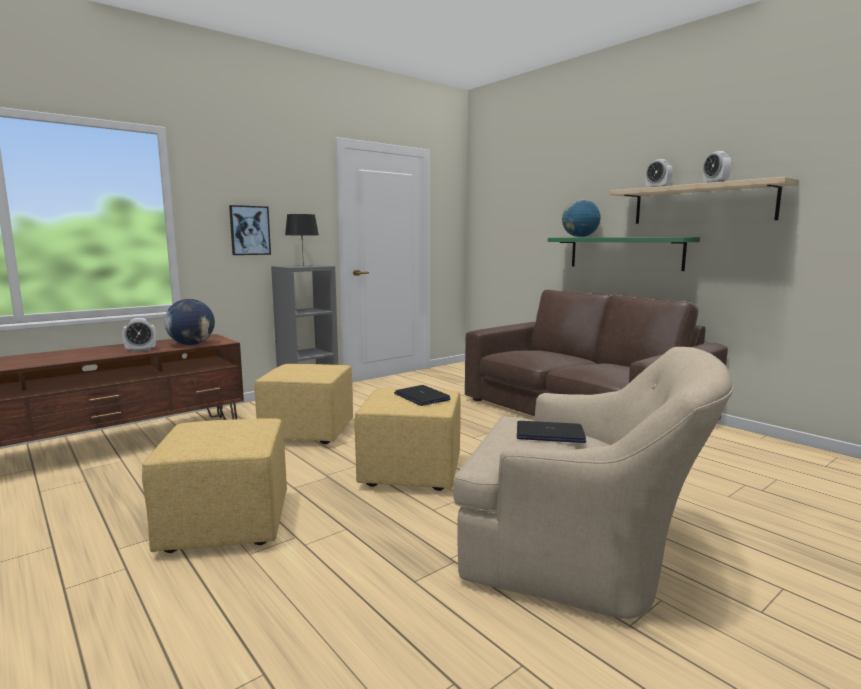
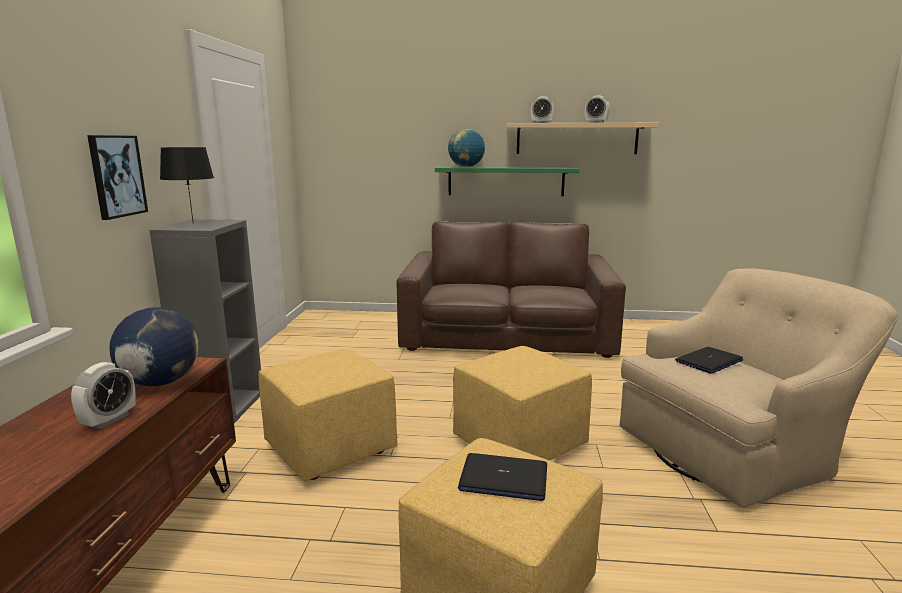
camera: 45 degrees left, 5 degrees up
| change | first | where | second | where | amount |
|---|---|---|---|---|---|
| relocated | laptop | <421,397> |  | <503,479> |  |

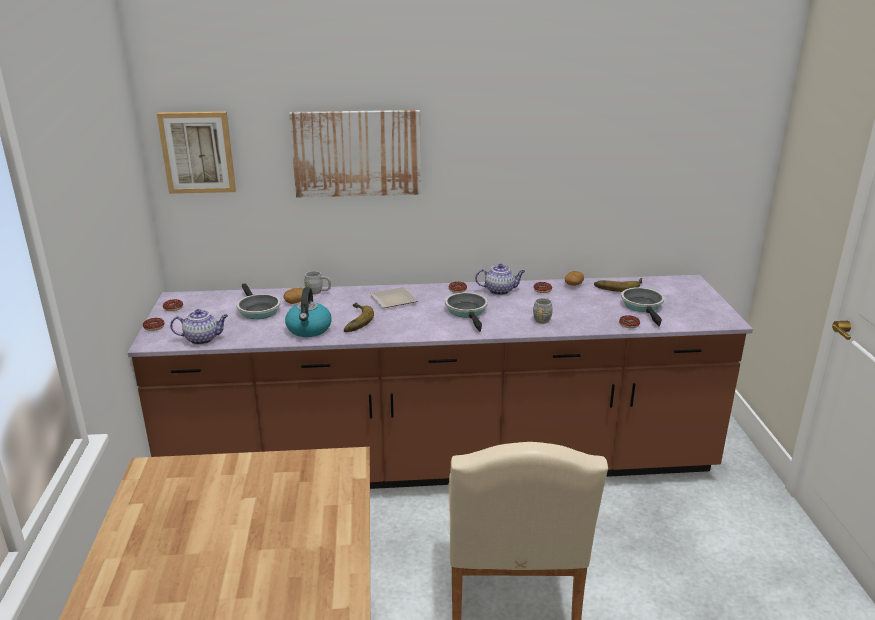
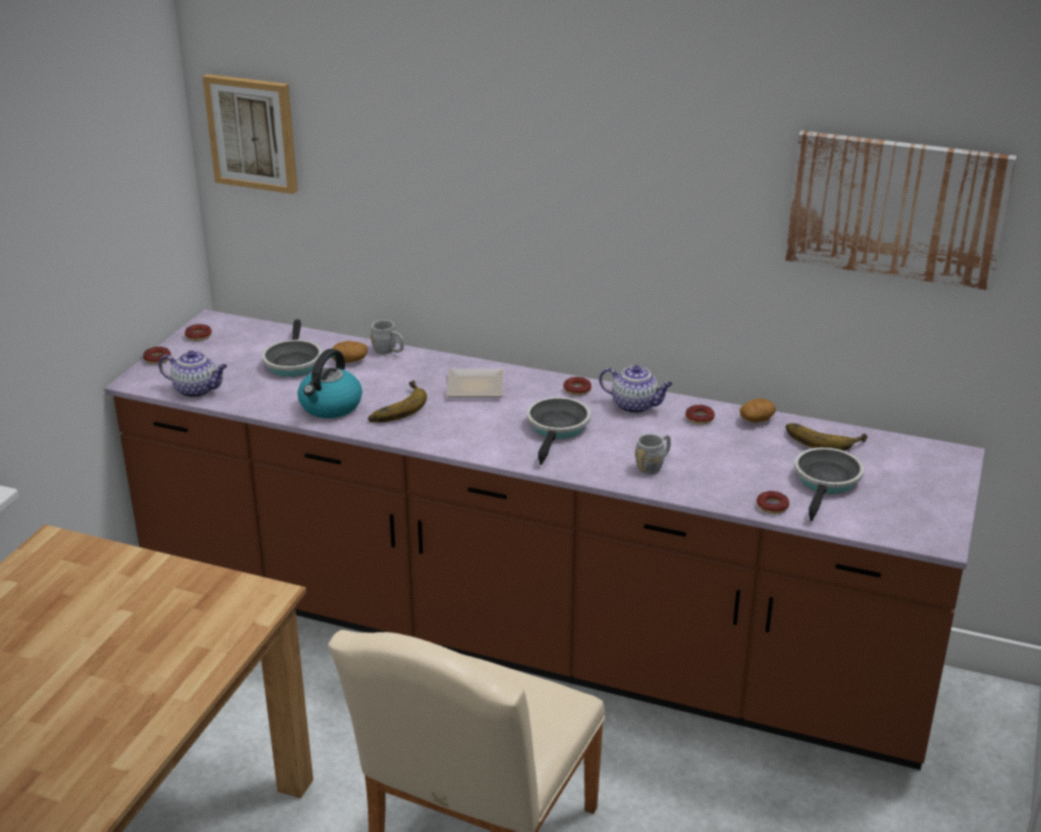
camera: 25 degrees right, 5 degrees up
| change | first | where | second | where | amount |
|---|---|---|---|---|---|
| relocated | obraz | <357,153> |  | <896,208> |  |

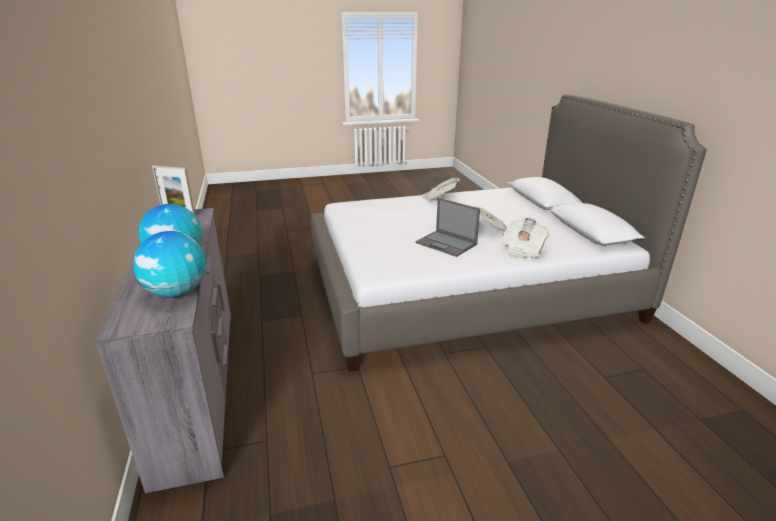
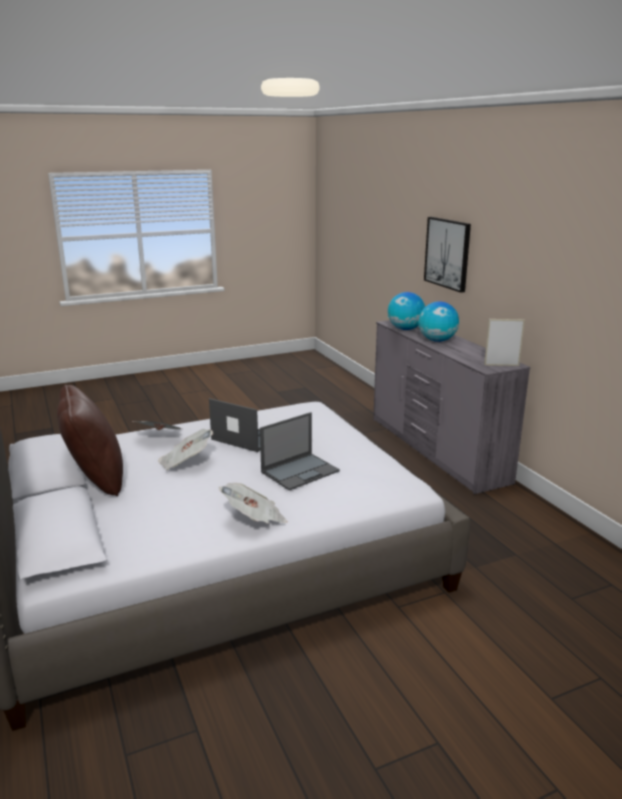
camera: 170 degrees right, 5 degrees down
| change | first | where | second | where | amount |
|---|---|---|---|---|---|
| appeared |  |  | obraz | <448,253> |  |
| appeared |  |  | poduszka/brązowy | <96,479> |  |
| appeared |  |  | laptop | <300,471> |  |

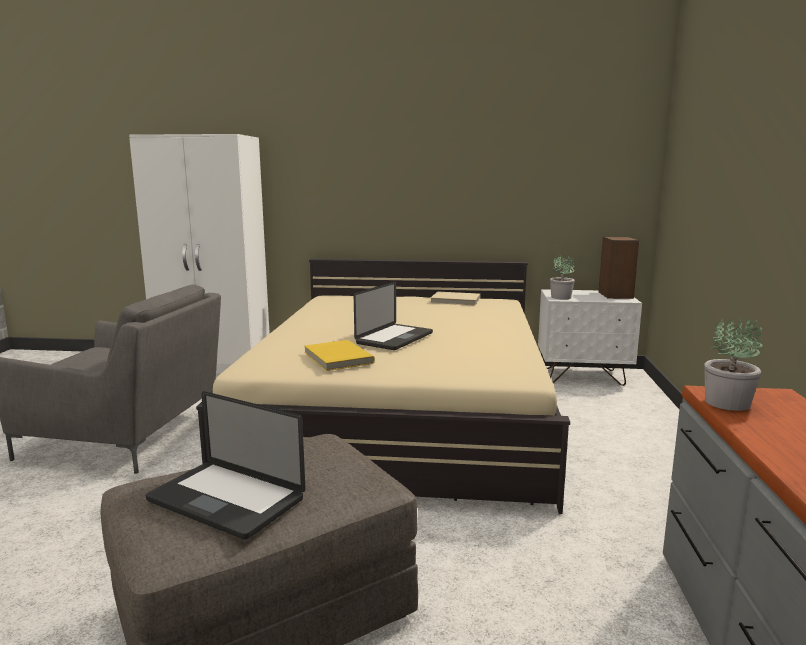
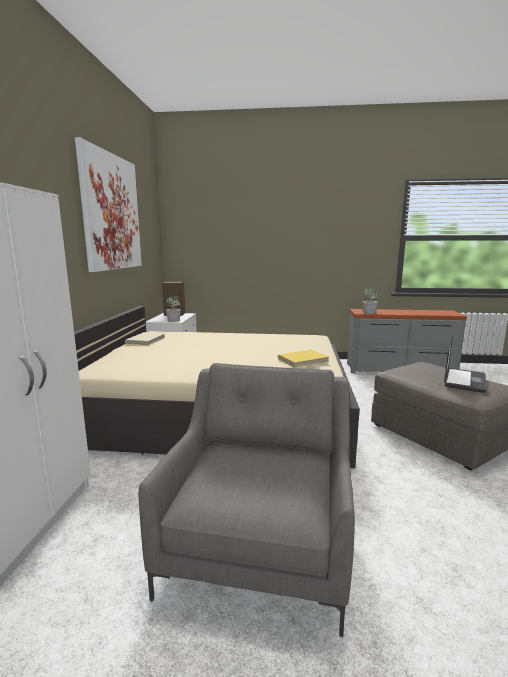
camera: 90 degrees left, 0 degrees up
| change | first | where | second | where | amount |
|---|---|---|---|---|---|
| missing | laptop | <395,338> |  |  |  |
| appeared |  |  | obraz | <111,212> |  |

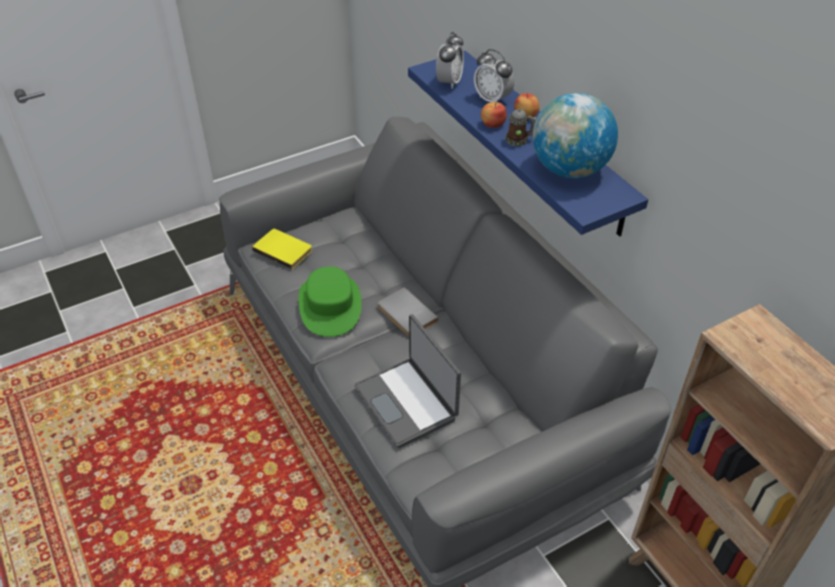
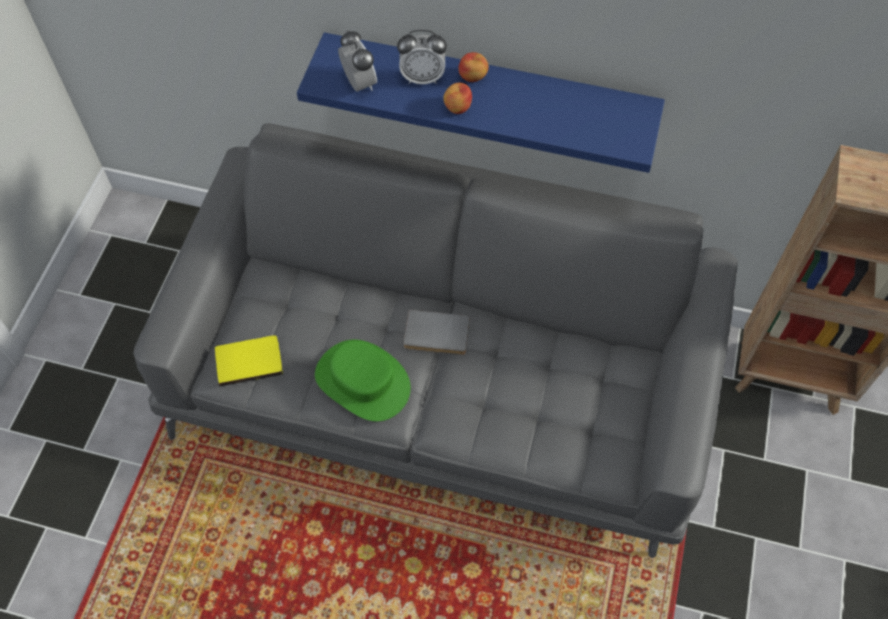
camera: 45 degrees left, 15 degrees up
| change | first | where | second | where | amount |
|---|---|---|---|---|---|
| missing | globus | <569,170> |  |  |  |
| missing | kubek | <519,140> |  |  |  |
| missing | laptop | <407,402> |  |  |  |

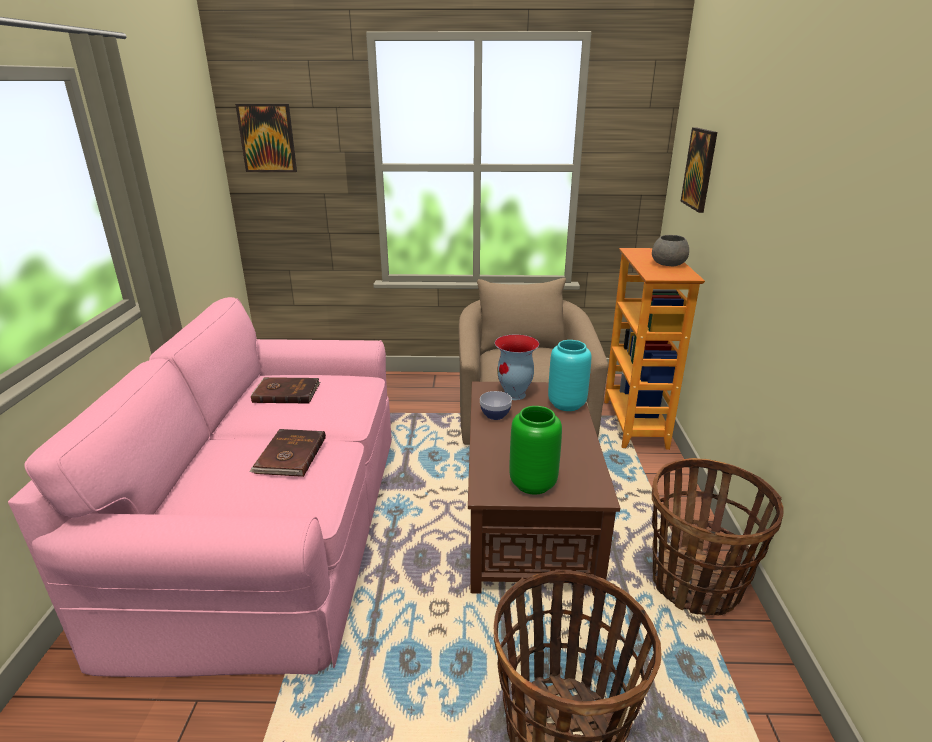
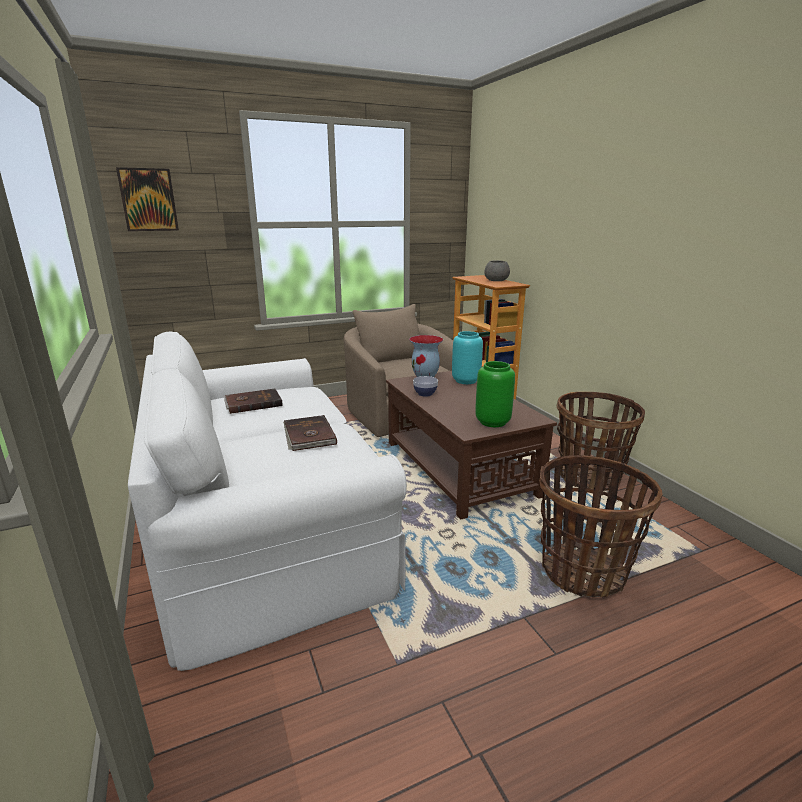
camera: 25 degrees left, 5 degrees down
| change | first | where | second | where | amount |
|---|---|---|---|---|---|
| missing | obraz | <700,169> |  |  |  |
| colour | kanapa/różowy | <274,525> | kanapa/biały | <266,522> |  |

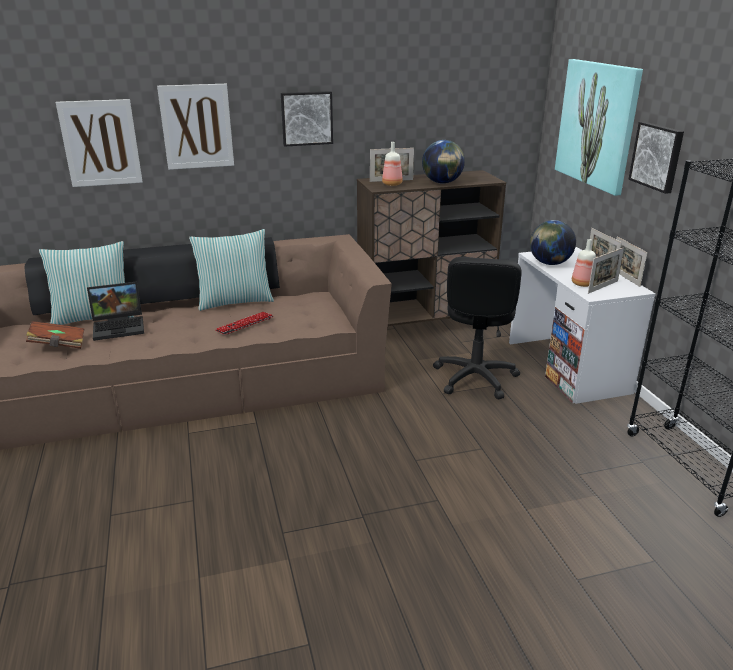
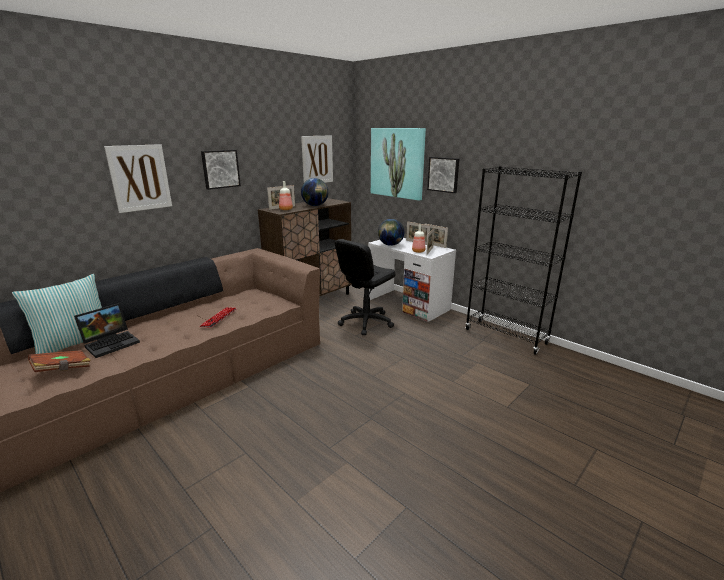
camera: 30 degrees left, 5 degrees down
| change | first | where | second | where | amount |
|---|---|---|---|---|---|
| relocated | obraz | <100,143> |  | <317,160> |  |
| missing | poduszka | <235,301> |  |  |  |
| spun | krzesło biurowe/czarny | <474,378> |  | <366,322> | 60 degrees clockwise |

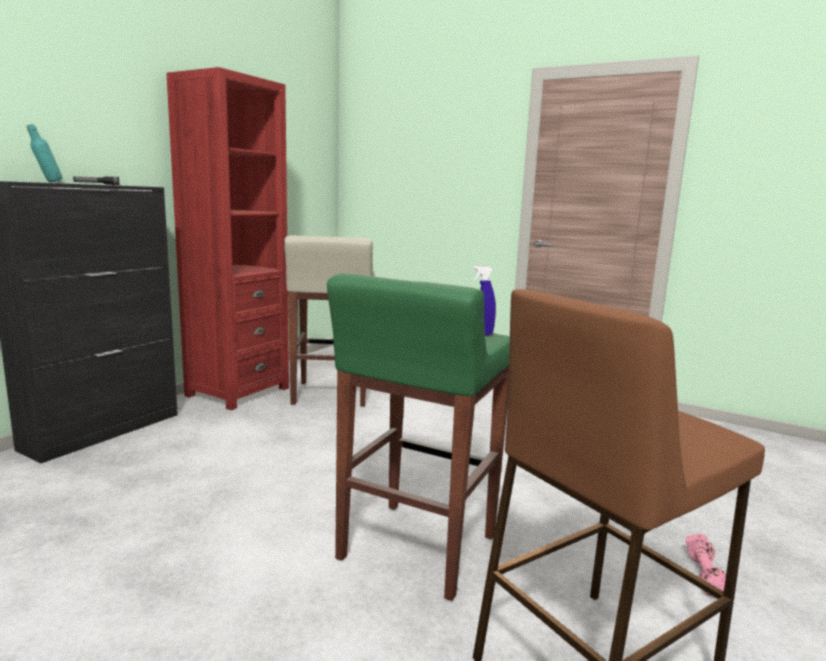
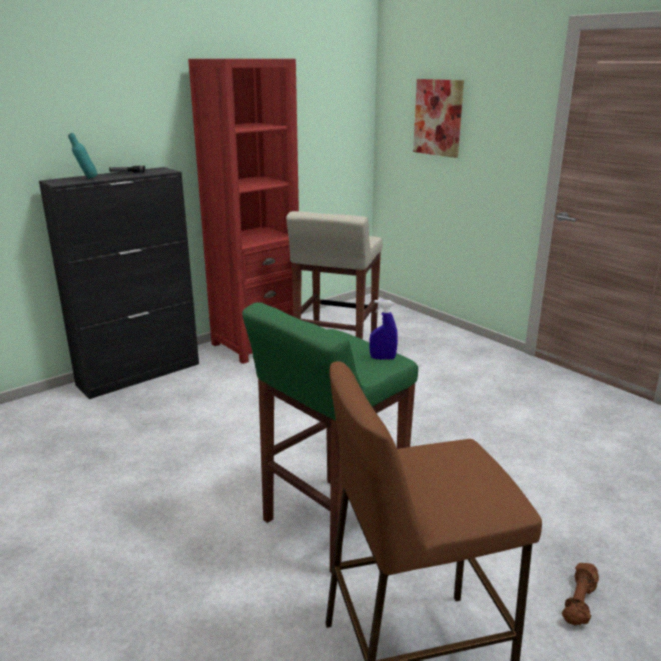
camera: 20 degrees right, 10 degrees up
| change | first | where | second | where | amount |
|---|---|---|---|---|---|
| colour | hantel/różowy | <705,575> | hantel/brązowy | <580,603> |  |
| appeared |  |  | obraz | <438,117> |  |

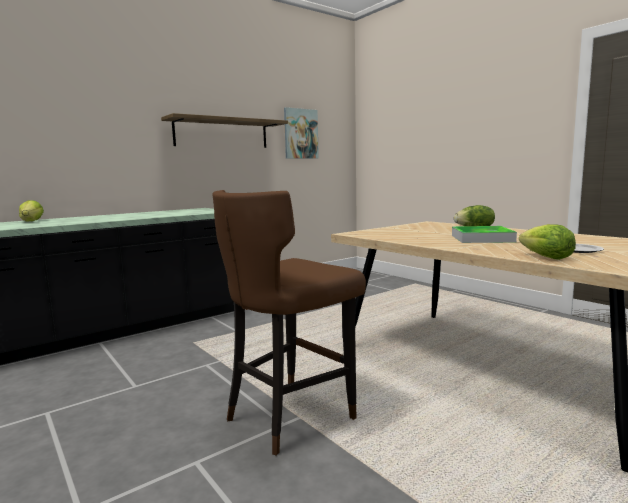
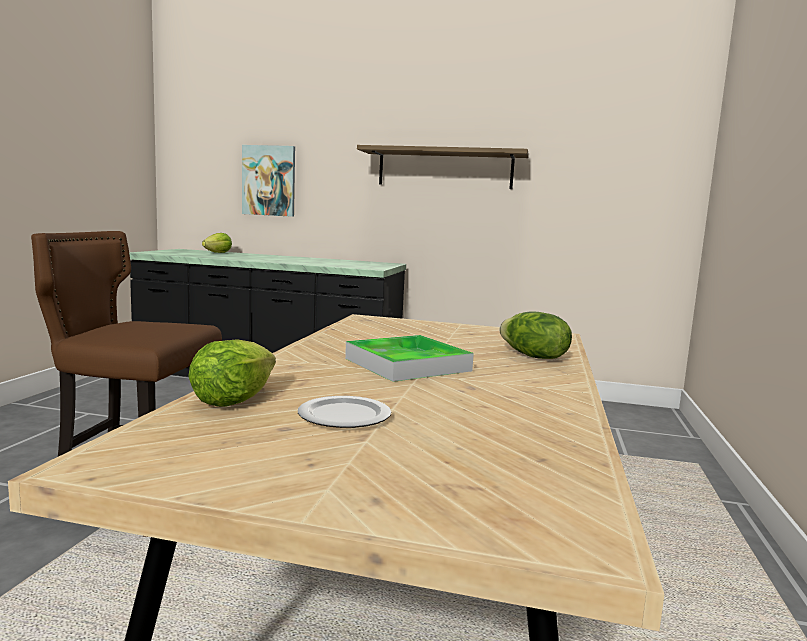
camera: 50 degrees right, 0 degrees up
| change | first | where | second | where | amount |
|---|---|---|---|---|---|
| relocated | obraz | <300,134> |  | <269,180> |  |

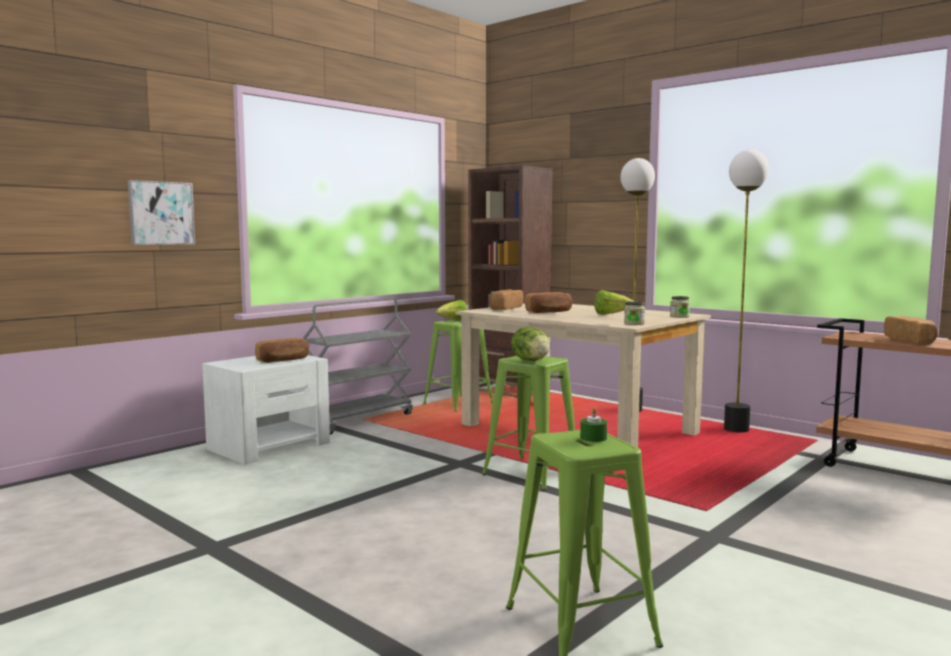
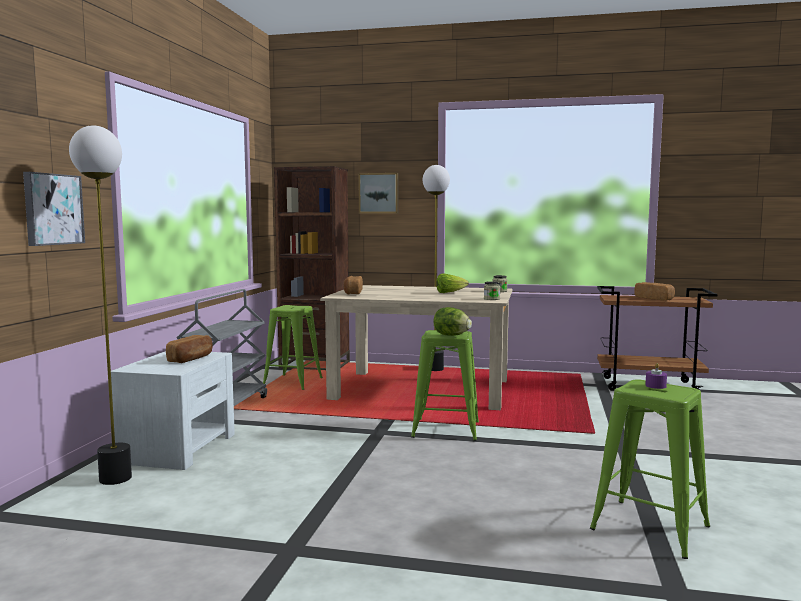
camera: 30 degrees left, 0 degrees up
| change | first | where | second | where | amount |
|---|---|---|---|---|---|
| relocated | lampa stojąca | <736,430> |  | <116,478> |  |
| missing | chleb | <549,312> |  |  |  |
| missing | sałata | <453,320> |  |  |  |
| colour | świeca/zielony | <593,438> | świeca/fioletowy | <655,386> |  |
| appeared |  |  | obraz | <379,193> |  |

